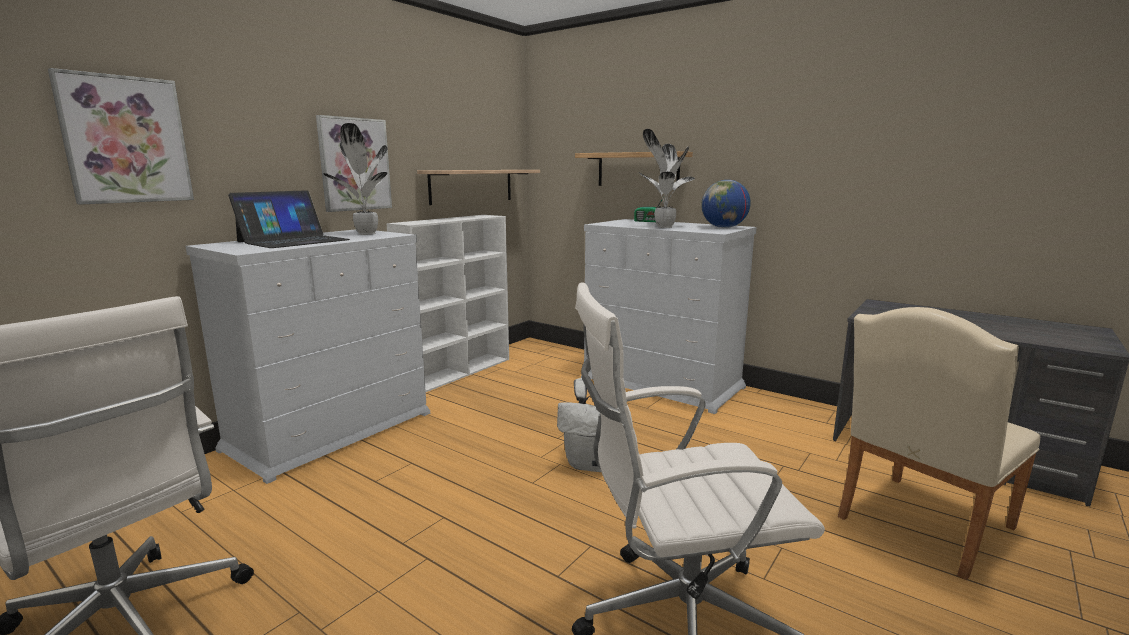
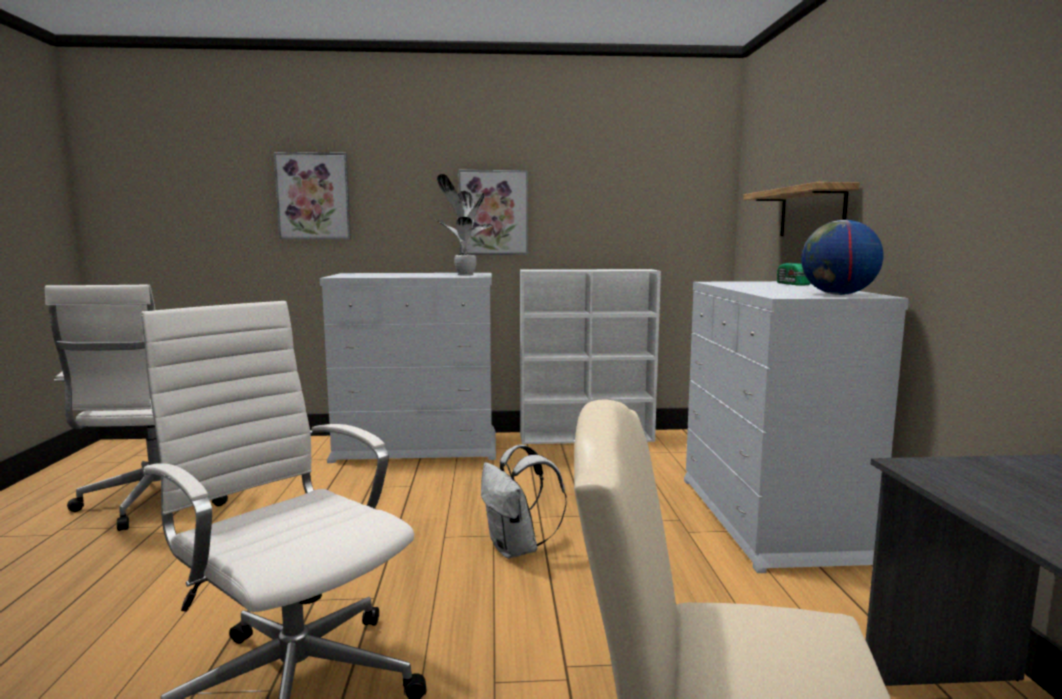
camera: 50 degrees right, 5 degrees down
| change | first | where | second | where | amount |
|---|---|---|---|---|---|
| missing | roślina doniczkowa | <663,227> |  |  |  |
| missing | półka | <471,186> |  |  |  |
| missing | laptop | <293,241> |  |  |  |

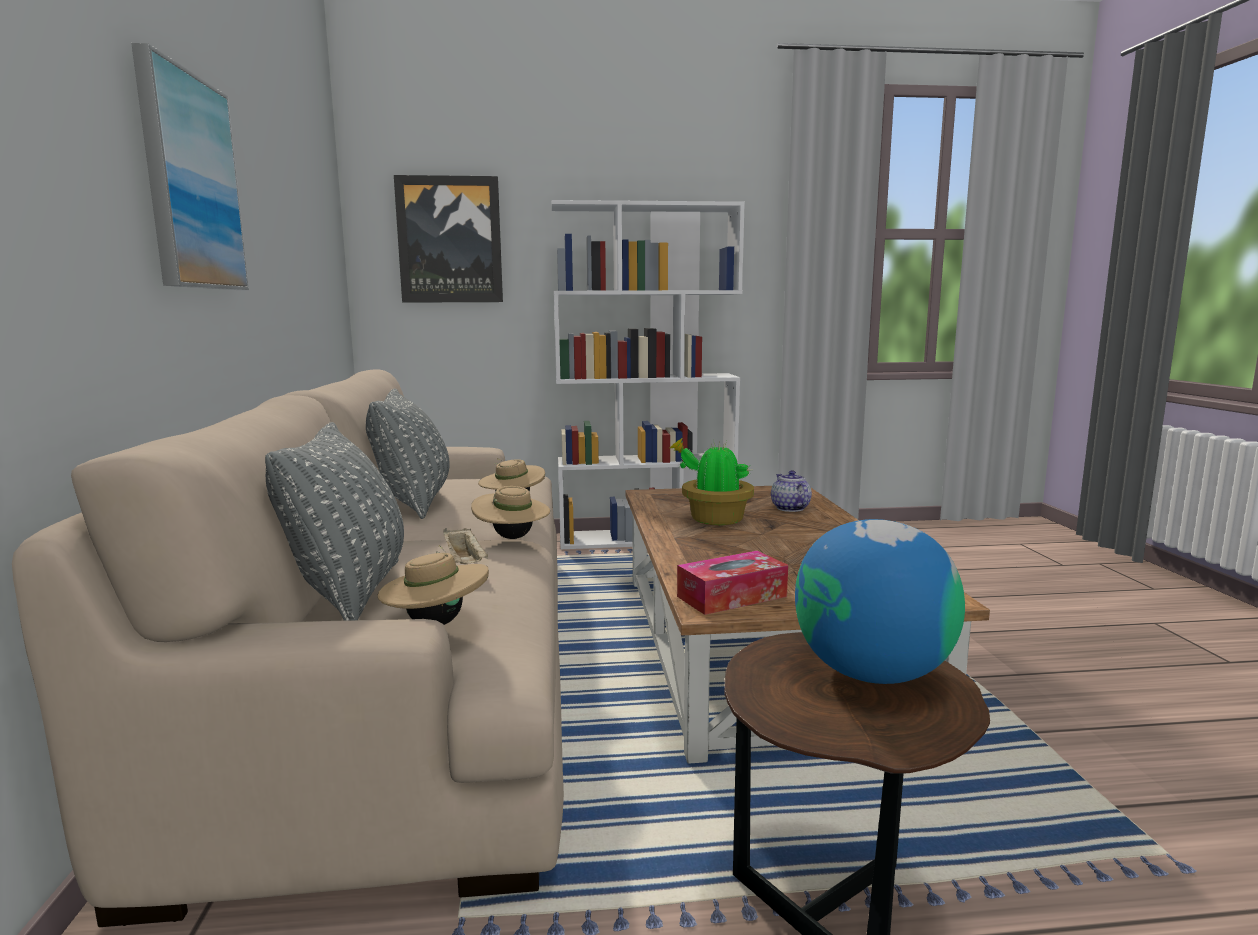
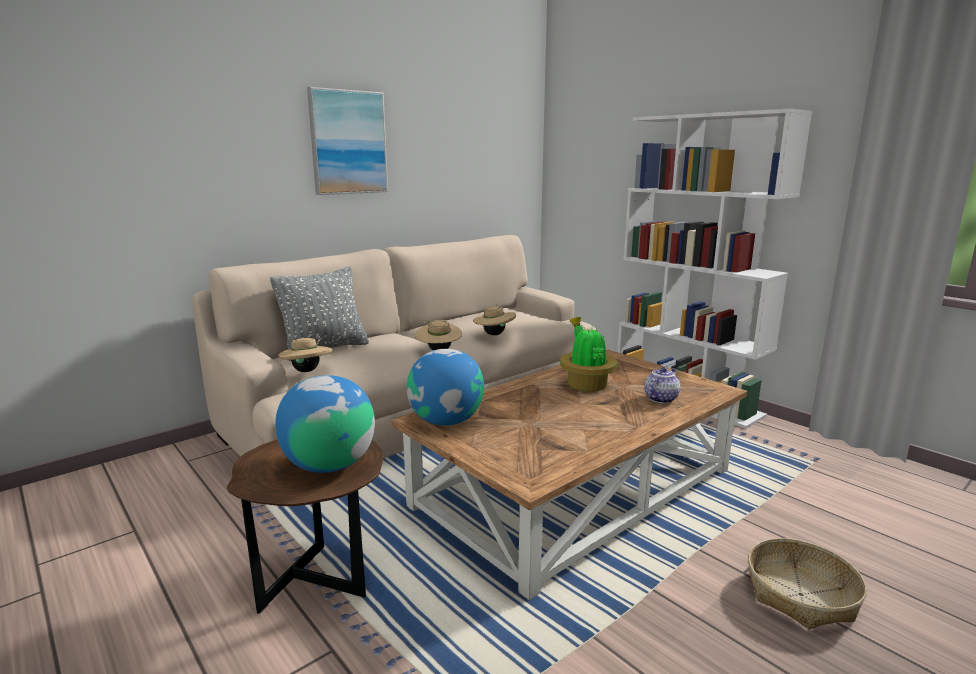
camera: 55 degrees right, 5 degrees up
| change | first | where | second | where | amount |
|---|---|---|---|---|---|
| missing | obraz | <450,240> |  |  |  |
| missing | poduszka/szary | <413,503> |  |  |  |
| missing | taca/beżowy | <465,563> |  |  |  |
| exchanged | pudełko chusteczek | <731,596> | globus | <446,421> |  |
| appeared |  |  | koszyk | <800,594> |  |

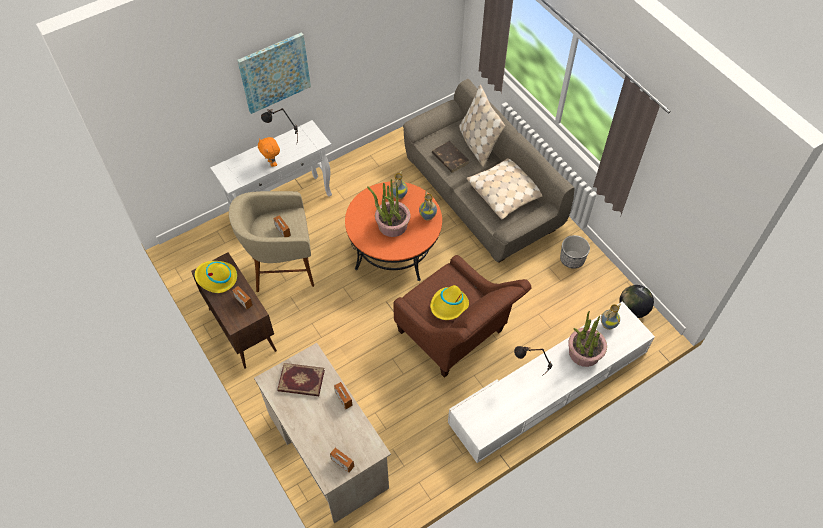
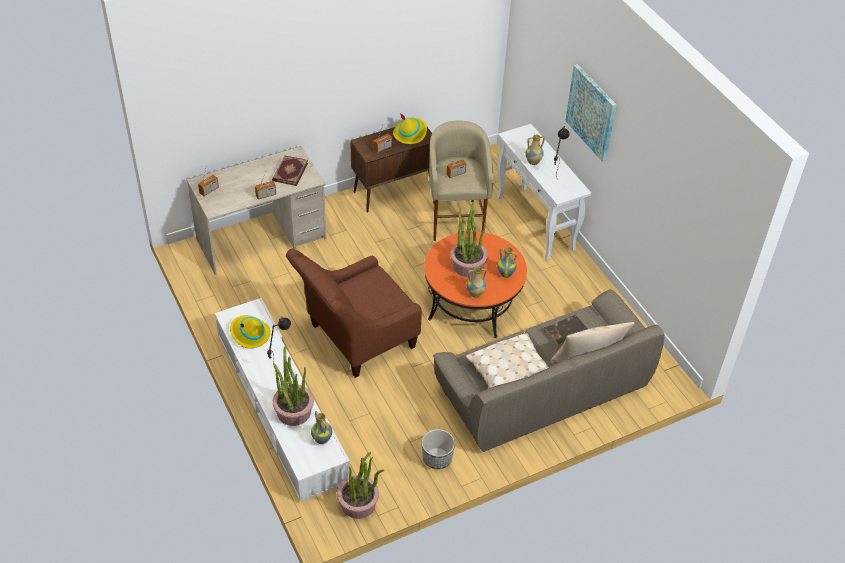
camera: 95 degrees right, 10 degrees down
| change | first | where | second | where | amount |
|---|---|---|---|---|---|
| exchanged | pluszak/pomarańczowy | <272,163> | wazon | <533,162> |  |
| relocated | kapelusz/żółty | <449,305> |  | <249,334> |  |
| exchanged | globus | <632,309> | roślina doniczkowa | <358,503> |  |

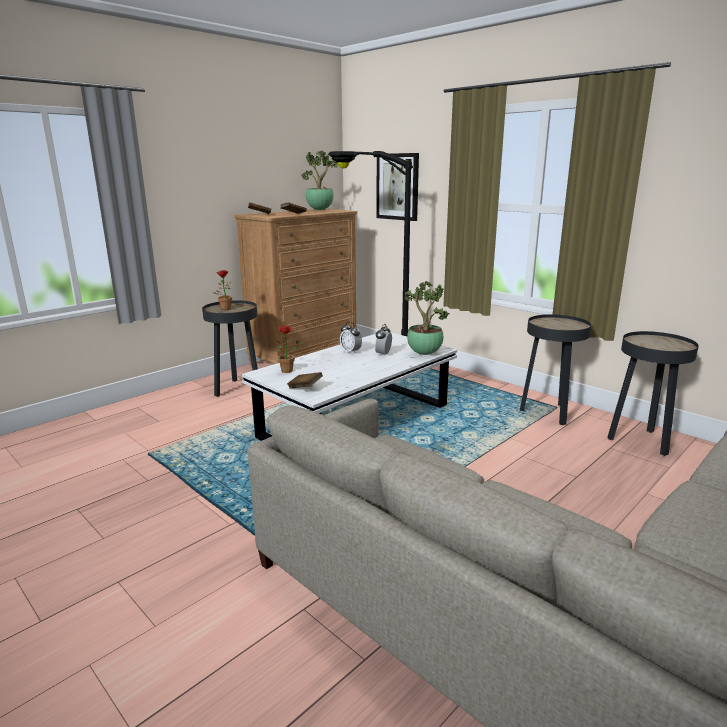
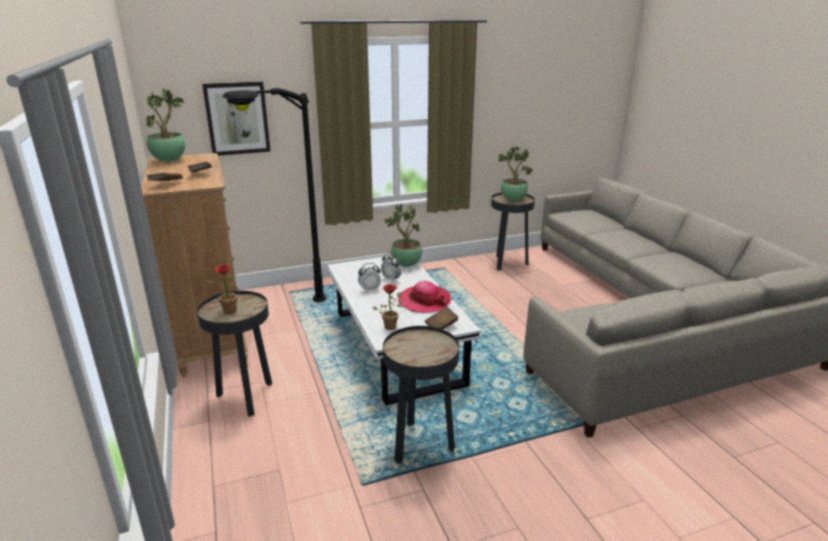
camera: 65 degrees left, 5 degrees up
| change | first | where | second | where | amount |
|---|---|---|---|---|---|
| relocated | stolik/czarny | <547,413> |  | <420,445> |  |
| appeared |  |  | roślina doniczkowa | <512,200> |  |
| appeared |  |  | kapelusz | <424,301> |  |

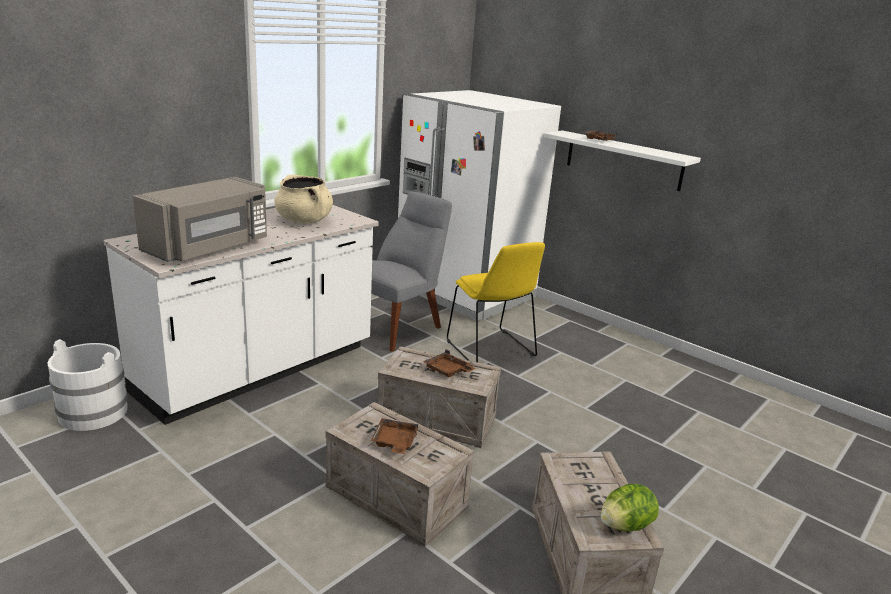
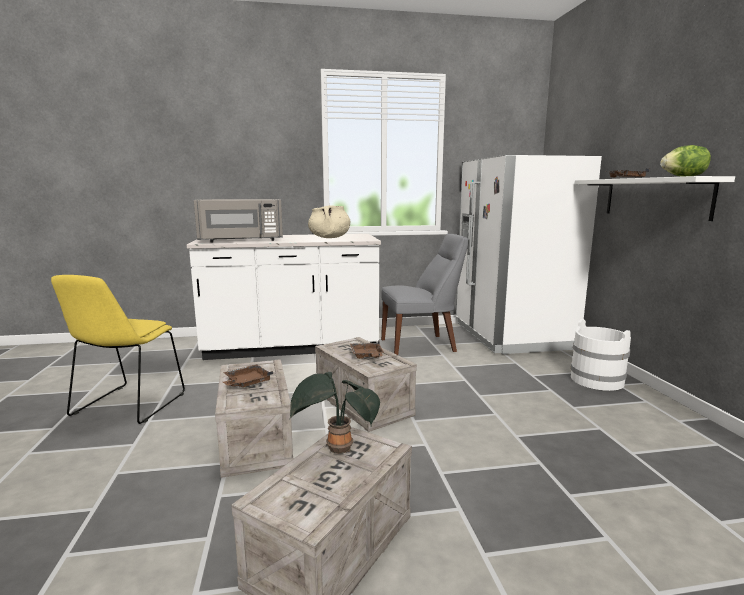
camera: 40 degrees right, 10 degrees down
| change | first | where | second | where | amount |
|---|---|---|---|---|---|
| relocated | krzesło/żółty | <491,350> |  | <127,406> |  |
| relocated | wiadro/biały | <94,412> |  | <597,380> |  |
| relocated | sałata | <625,525> |  | <683,176> |  |
| appeared |  |  | roślina doniczkowa | <336,449> |  |

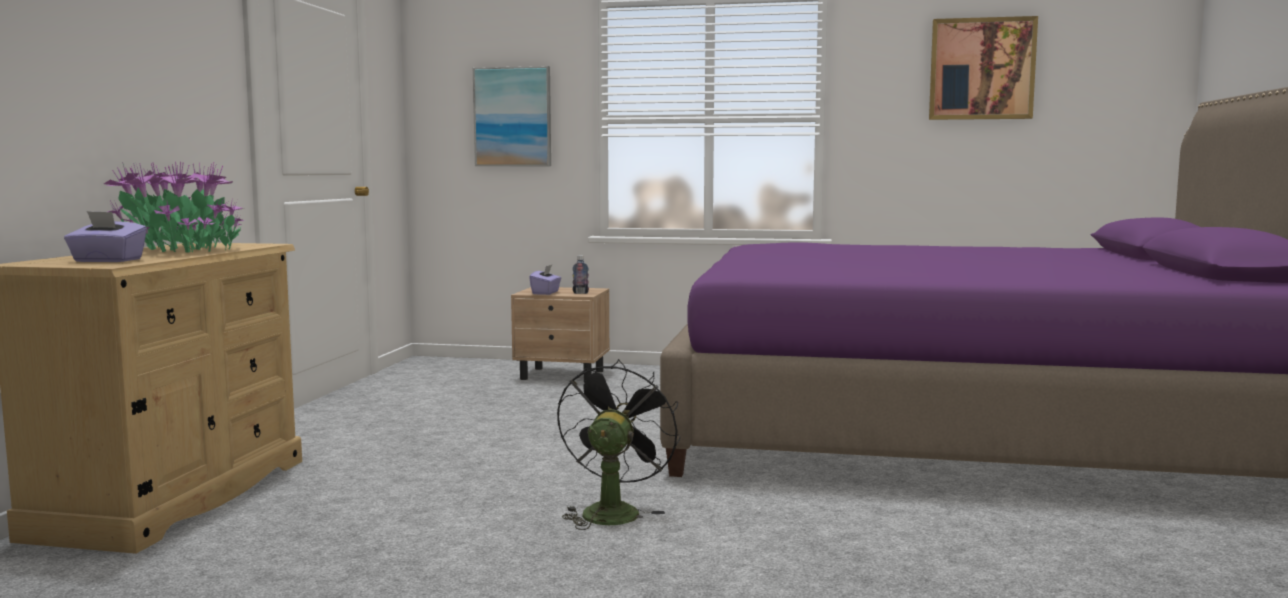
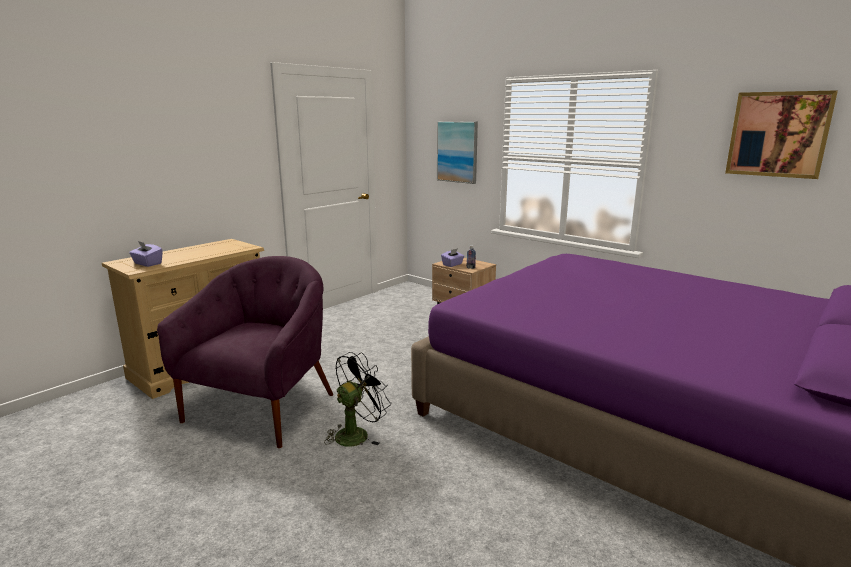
camera: 30 degrees right, 10 degrees up
| change | first | where | second | where | amount |
|---|---|---|---|---|---|
| missing | roślina doniczkowa | <180,250> |  |  |  |
| appeared |  |  | fotel/fioletowy | <262,407> |  |

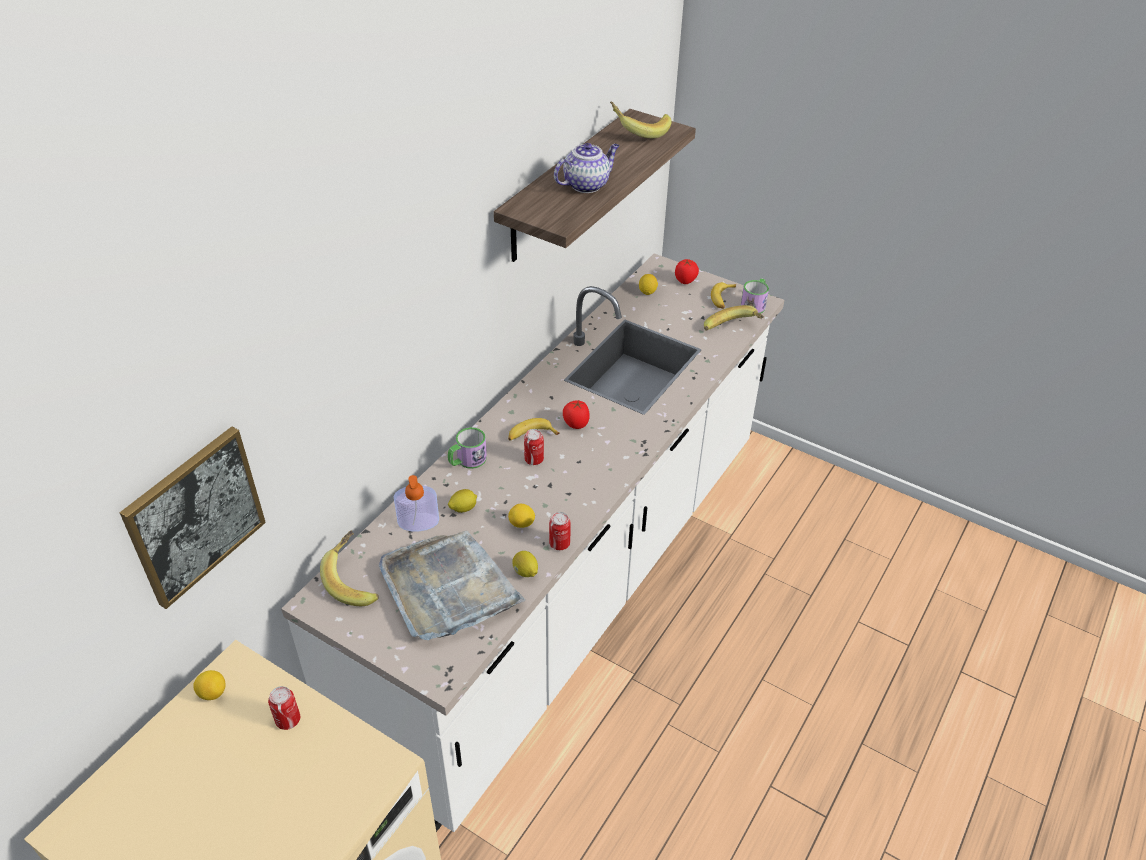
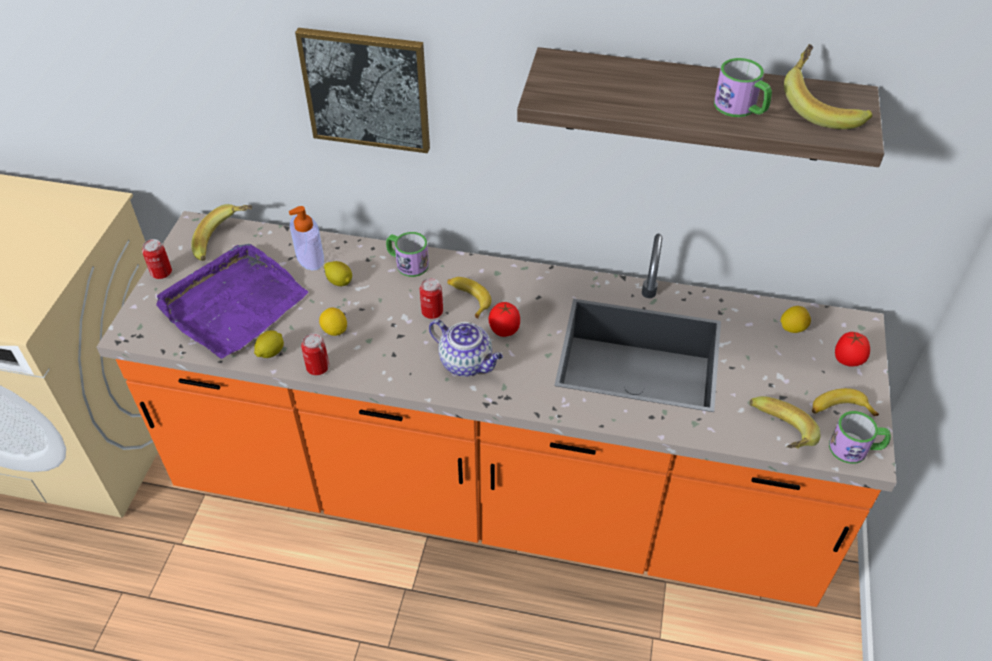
camera: 70 degrees right, 5 degrees up
| change | first | where | second | where | amount |
|---|---|---|---|---|---|
| relocated | imbryk | <586,184> |  | <467,363> |  |
| colour | zabudowa kuchenna/biały | <570,590> | zabudowa kuchenna/pomarańczowy | <496,495> |  |
| relocated | obraz | <195,515> |  | <366,90> |  |
| colour | taca/szary | <448,589> | taca/fioletowy | <233,304> |  |
| missing | cytryna | <212,693> |  |  |  |
| relocated | puszka | <288,720> |  | <161,273> |  |
| appeared |  |  | kubek | <741,108> |  |

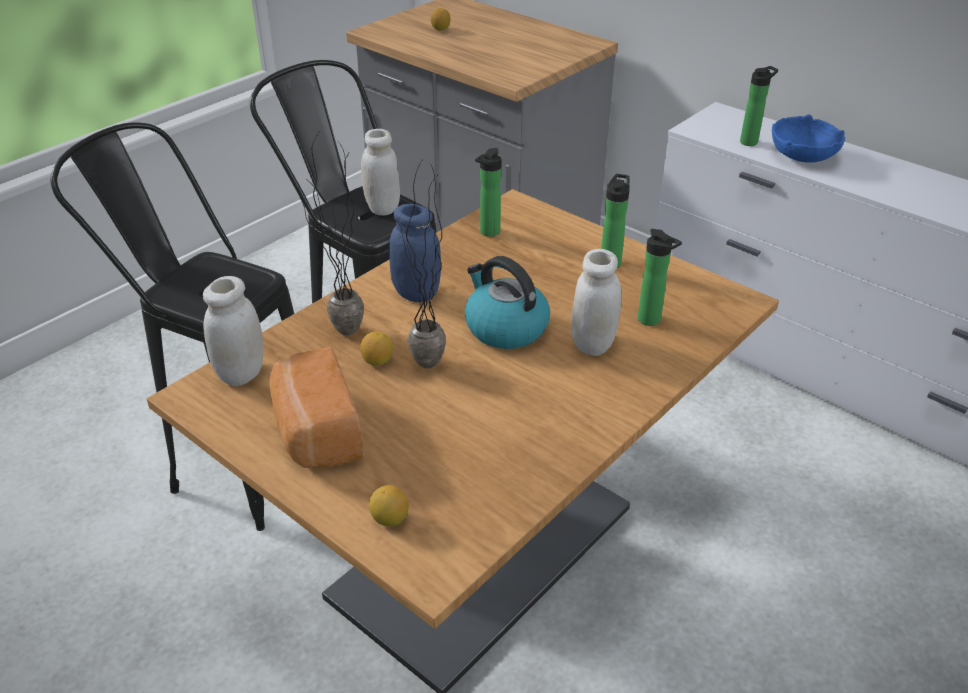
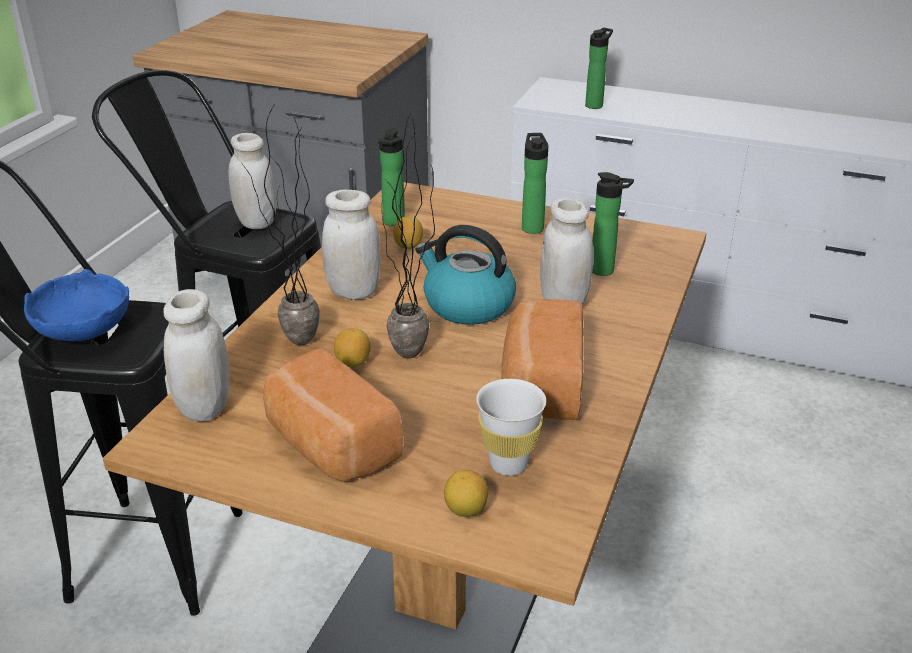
camera: 20 degrees left, 5 degrees down
| change | first | where | second | where | amount |
|---|---|---|---|---|---|
| relocated | cytryna | <440,29> |  | <408,246> |  |
| relocated | miska/niebieski | <803,156> |  | <84,329> |  |
| colour | słoik/niebieski | <416,294> | słoik/biały | <353,291> |  |
| appeared |  |  | chleb | <540,384> |  |
| appeared |  |  | filiżanka/biały | <508,464> |  |

